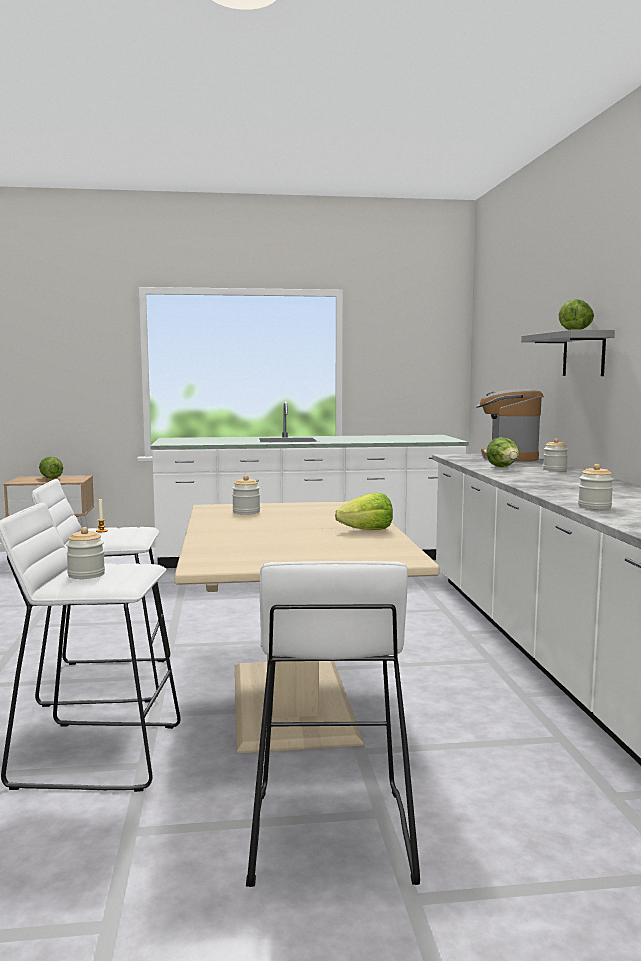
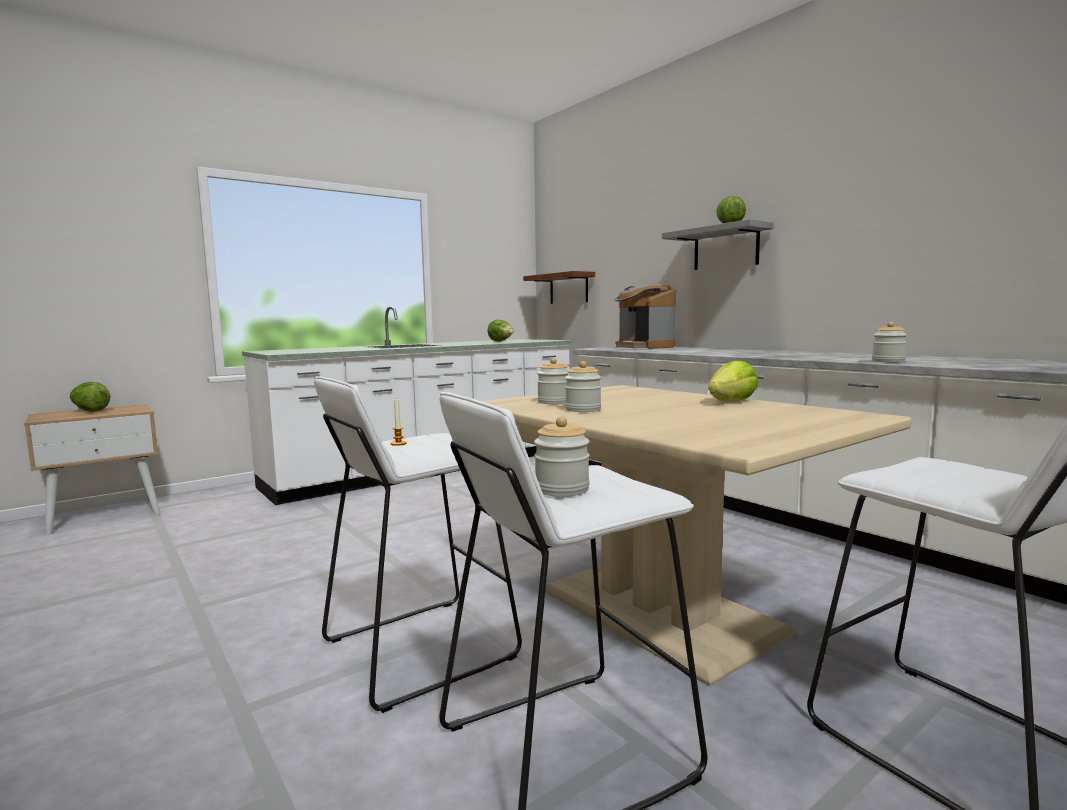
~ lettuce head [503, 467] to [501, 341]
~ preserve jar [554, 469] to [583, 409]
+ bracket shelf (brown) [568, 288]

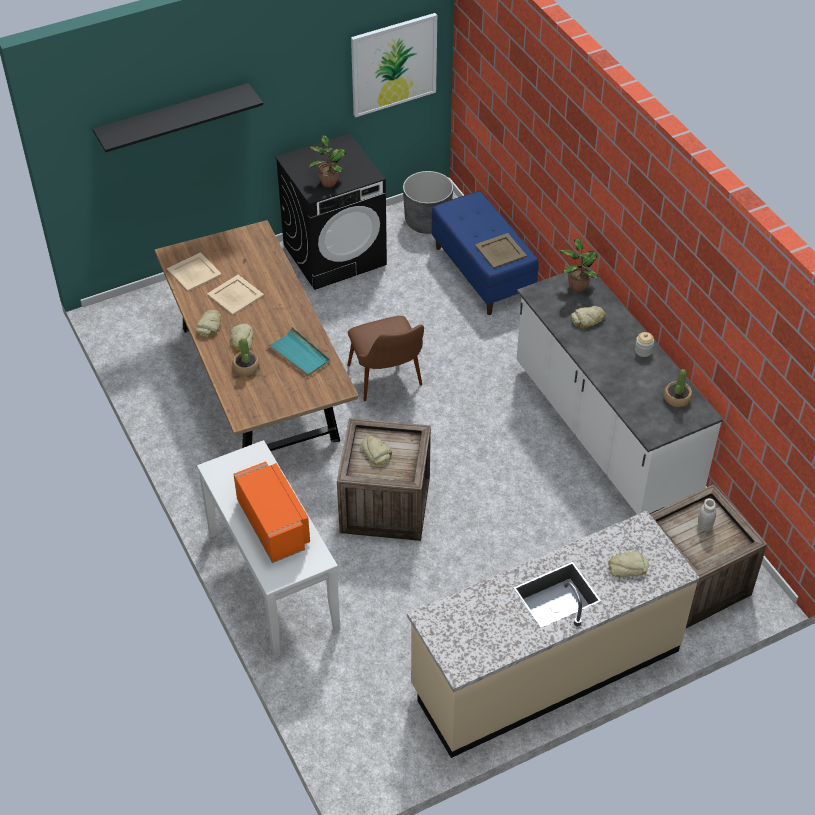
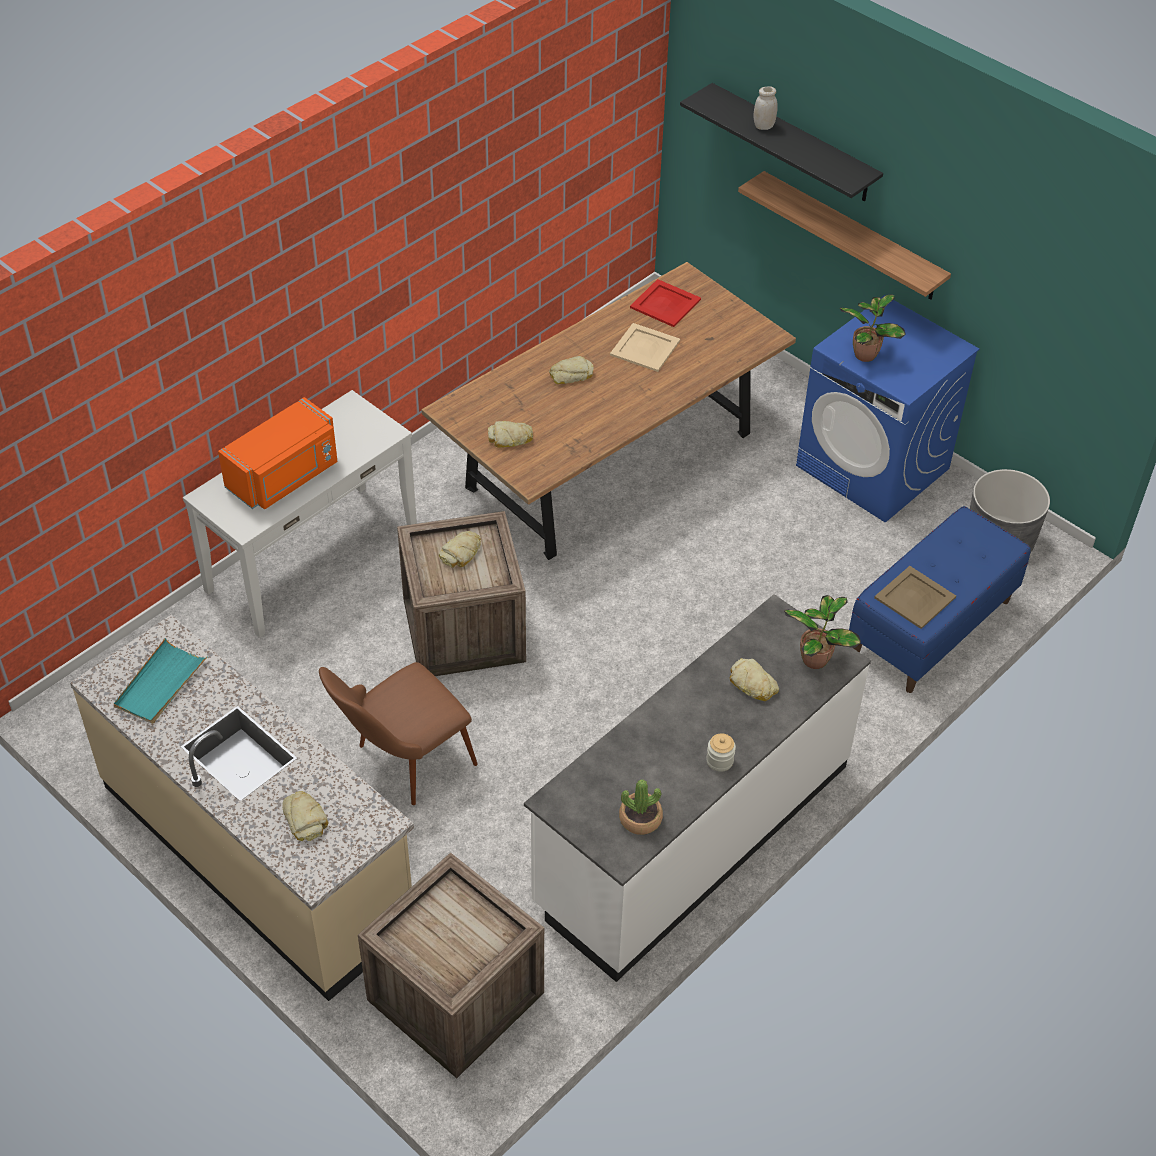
~ tray (beige) [194, 272] to tray (red-coloured) [664, 303]
~ baked bread [210, 326] to [510, 438]
- plant in a pot [246, 367]
~ tray (turquoise) [299, 354] to [160, 684]
~ laundry machine (blackish) [335, 254] to laundry machine (blue) [873, 467]
~ plain chair (brown) [389, 384] to [401, 765]
- wall picture [393, 64]
~ preserve jar (white) [704, 525] to [763, 126]
+ bracket shelf [852, 236]

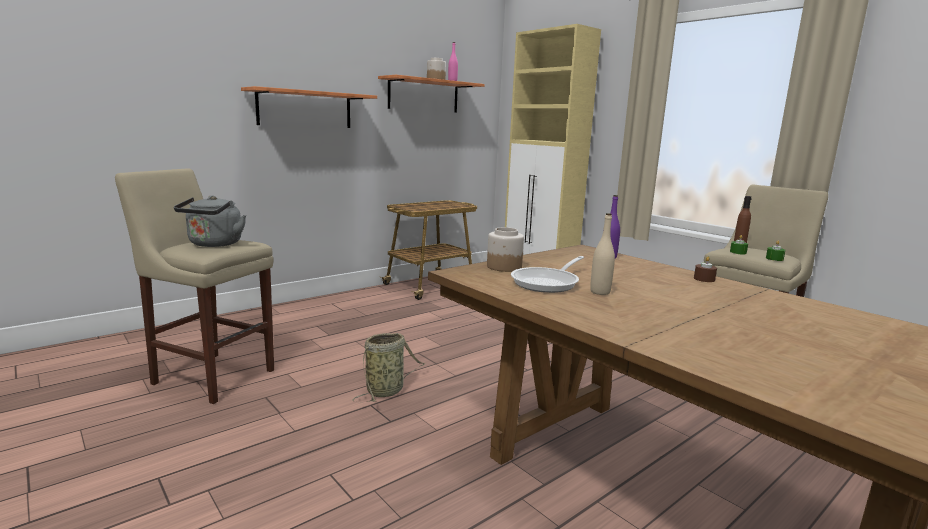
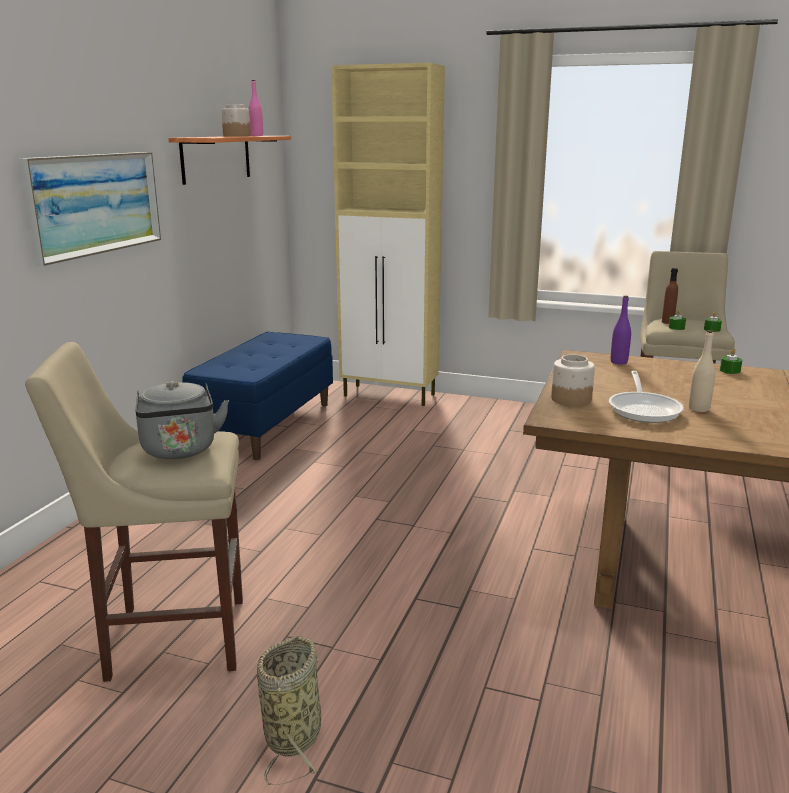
~ bracket shelf [305, 109] to wall picture [95, 204]
~ storage basket [387, 390] to [294, 733]
~ cart [430, 286] to long seat (blue) [266, 425]
~ candle (brown) [704, 279] to candle (green-coloured) [730, 371]

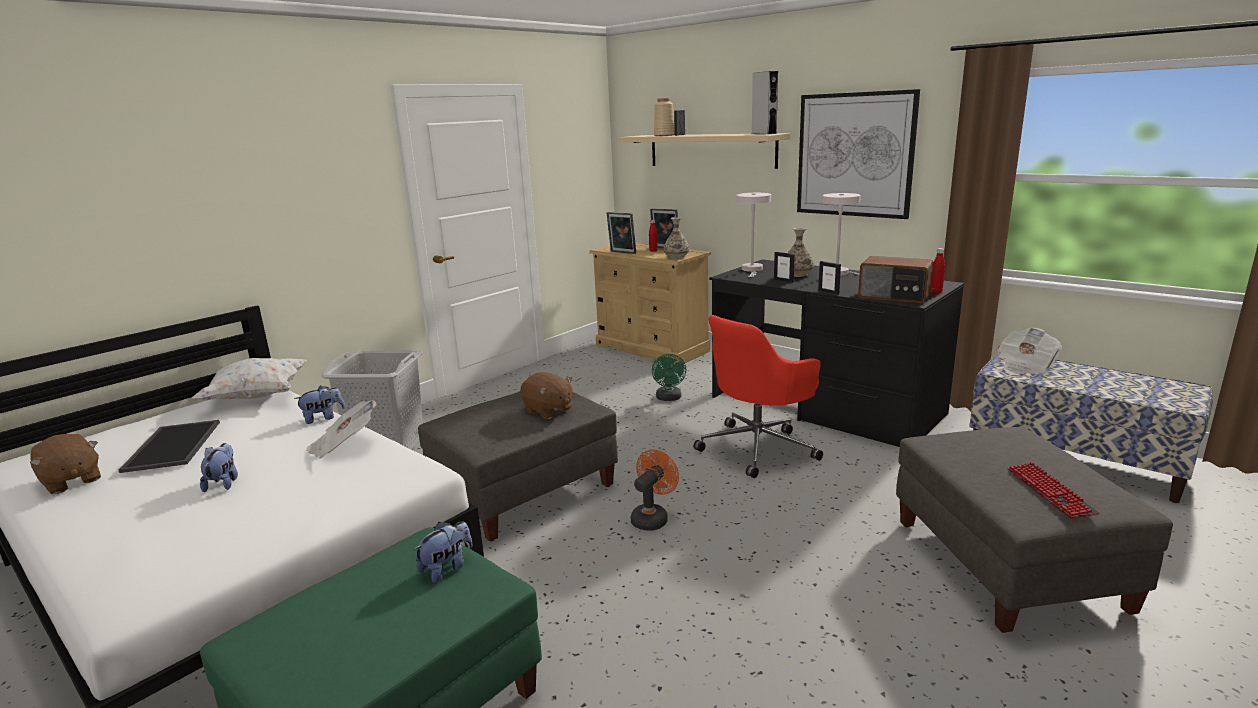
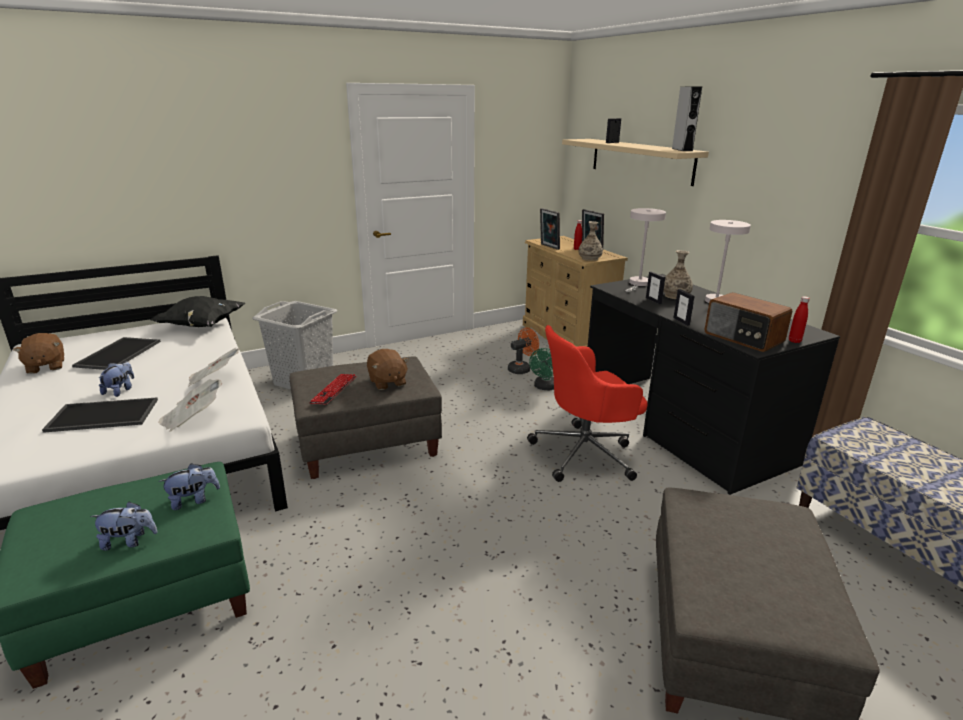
~ pillow (white) [257, 397] to pillow (blackish) [201, 326]
~ plush toy [323, 418] to [129, 541]
~ fan (orange) [652, 517] to [521, 369]
- decorative vase (beige) [664, 135]
- wall picture [854, 155]
~ printed paper [1024, 366] to [192, 419]
~ computer keyboard [1050, 491] to [334, 390]
+ tray [101, 416]

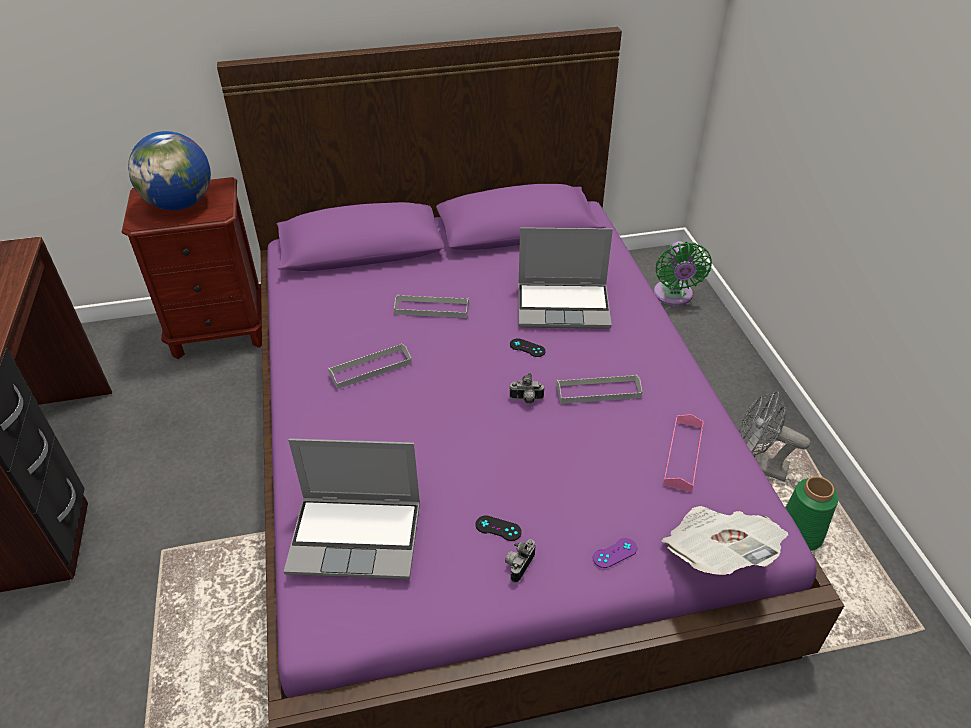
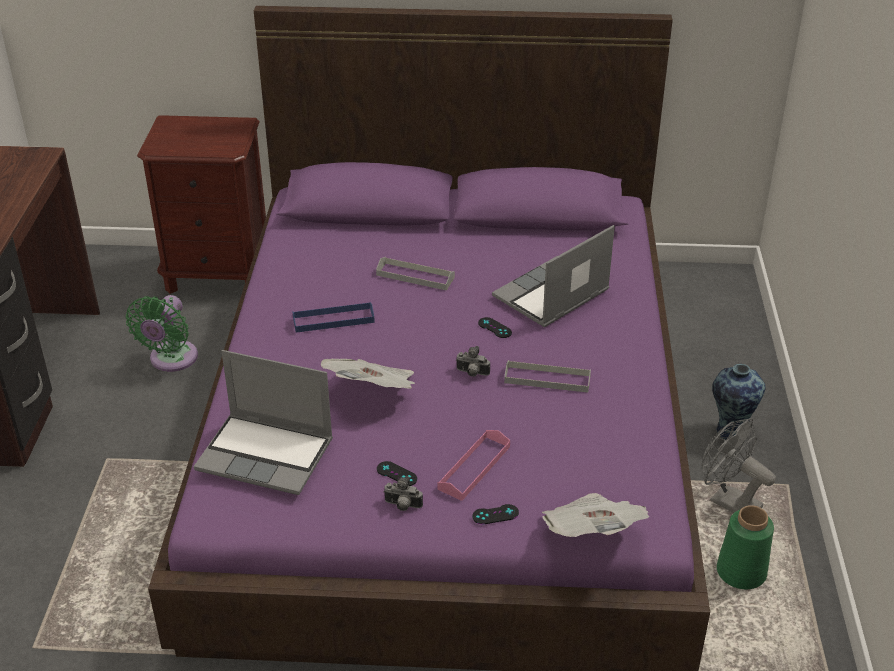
- globe [180, 204]
~ tray (gray) [370, 368] to tray (blue) [333, 320]
~ photo camera [518, 565] = [402, 506] 120 degrees counterclockwise
~ laptop [564, 306] = [551, 296] 120 degrees clockwise
~ gamepad (purple) [614, 553] to gamepad (blackish) [495, 514]
~ fan (green-coloured) [673, 296] to [171, 360]
~ tray (pink-coloured) [683, 455] to [474, 467]
+ printed paper [373, 392]
+ decorative vase [730, 430]

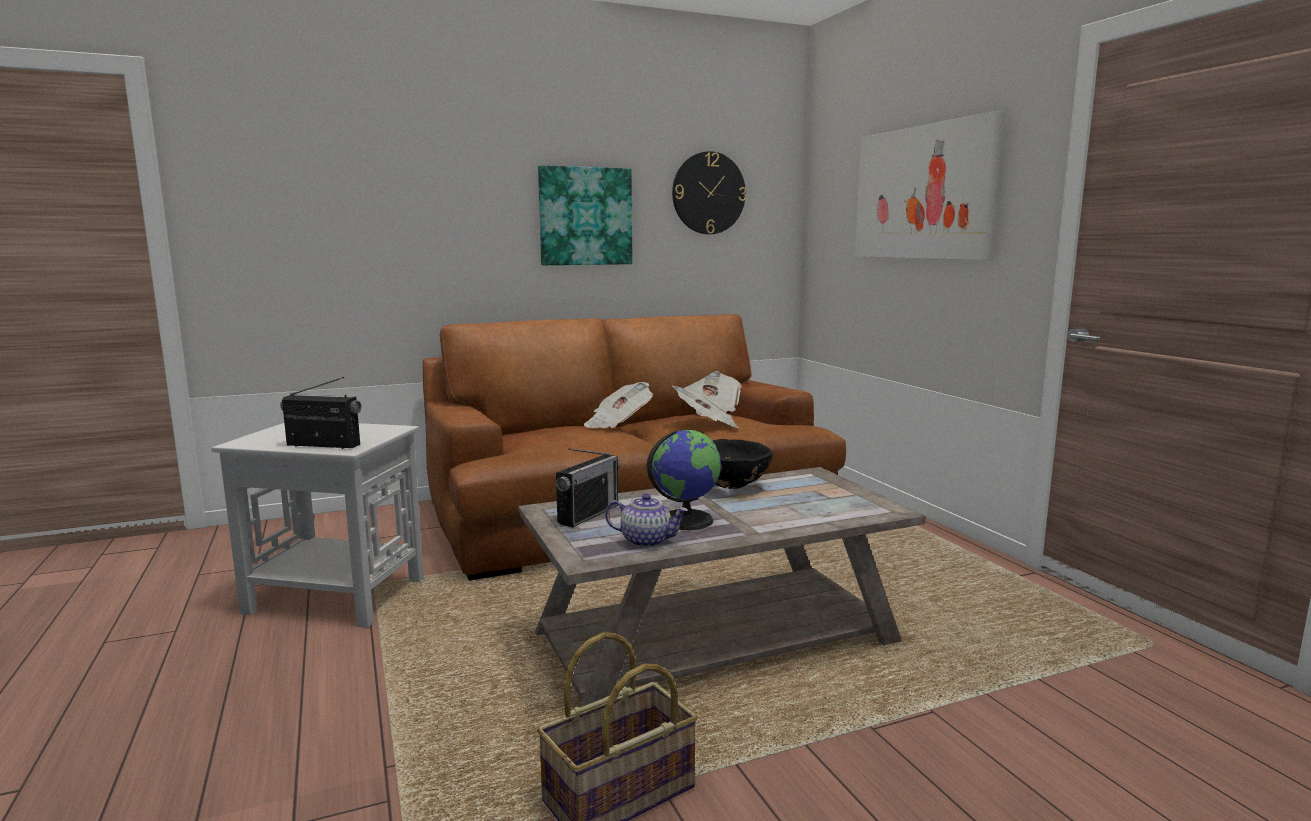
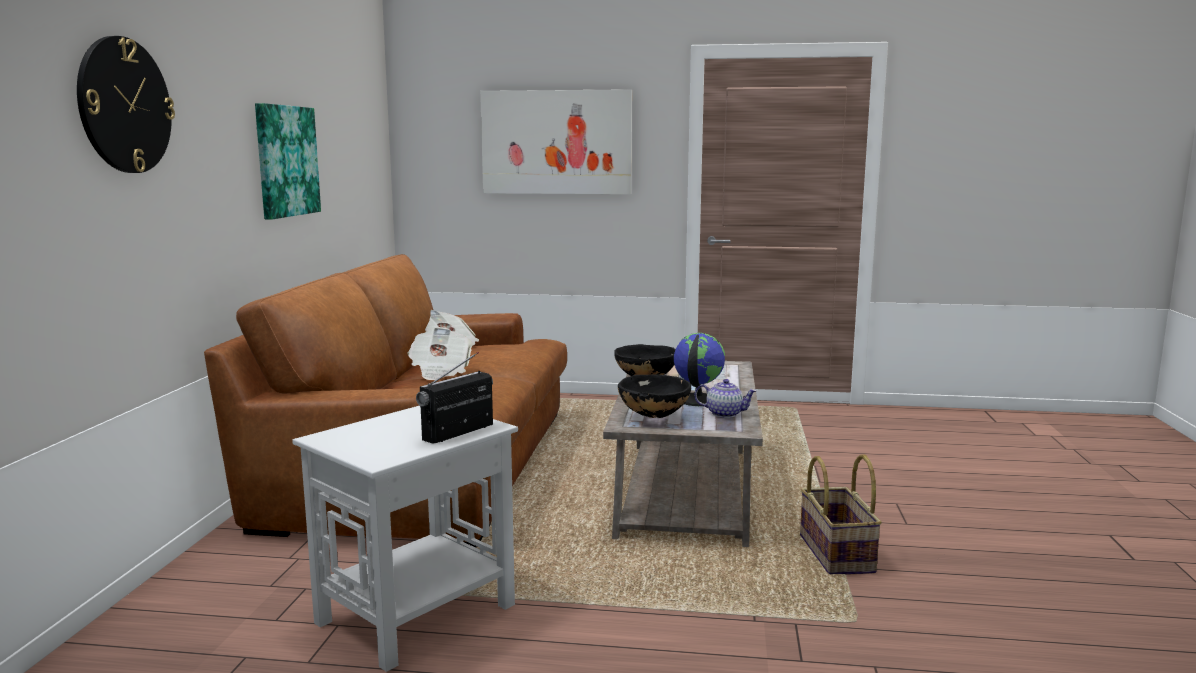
~ radio set [588, 514] to deep dish (blackish) [653, 417]
~ teapot [647, 541] = [725, 414] 60 degrees clockwise
~ clock on the wall [708, 193] to [124, 105]
- printed paper [706, 425]

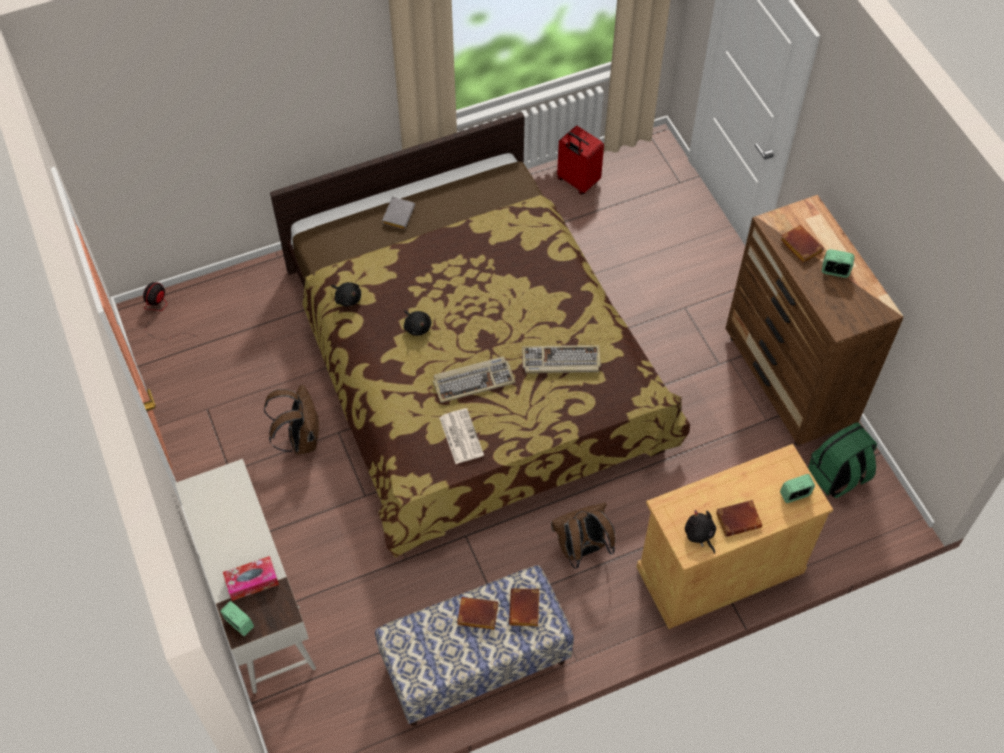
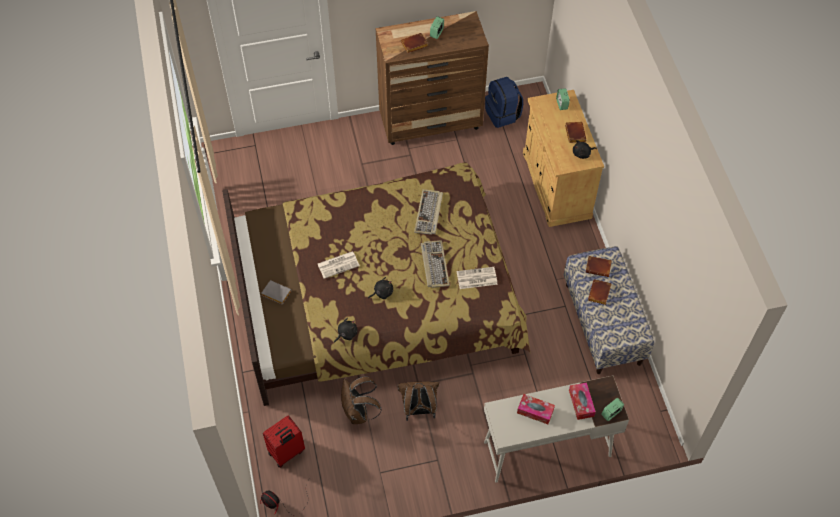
~ knapsack (brown) [581, 549] to [359, 413]
~ travel case (red-coloured) [577, 181] to [287, 453]
~ knapsack (green-coloured) [837, 476] to knapsack (blue) [503, 114]
+ printed paper [338, 264]
+ tissue box [535, 411]

